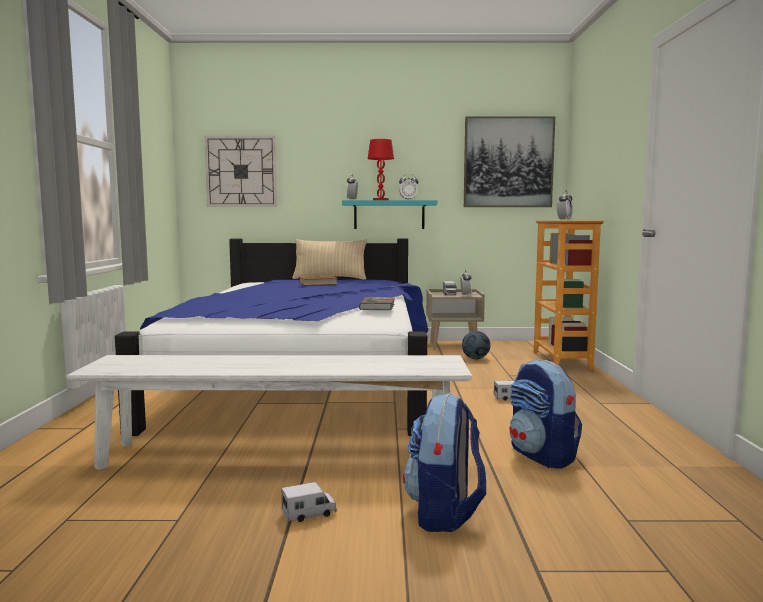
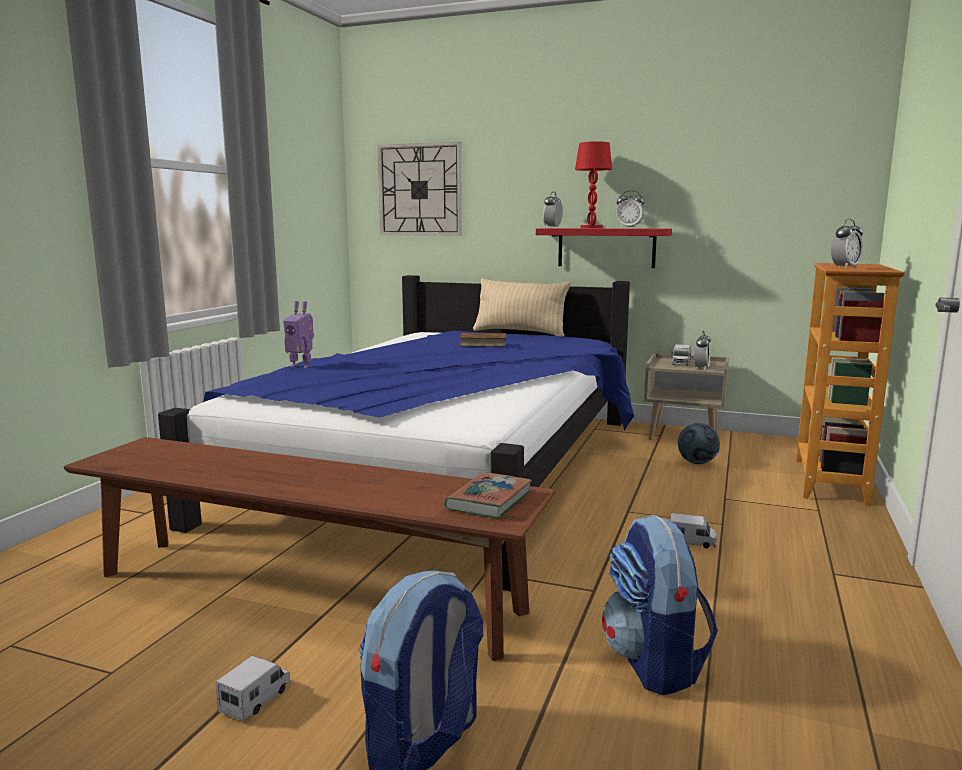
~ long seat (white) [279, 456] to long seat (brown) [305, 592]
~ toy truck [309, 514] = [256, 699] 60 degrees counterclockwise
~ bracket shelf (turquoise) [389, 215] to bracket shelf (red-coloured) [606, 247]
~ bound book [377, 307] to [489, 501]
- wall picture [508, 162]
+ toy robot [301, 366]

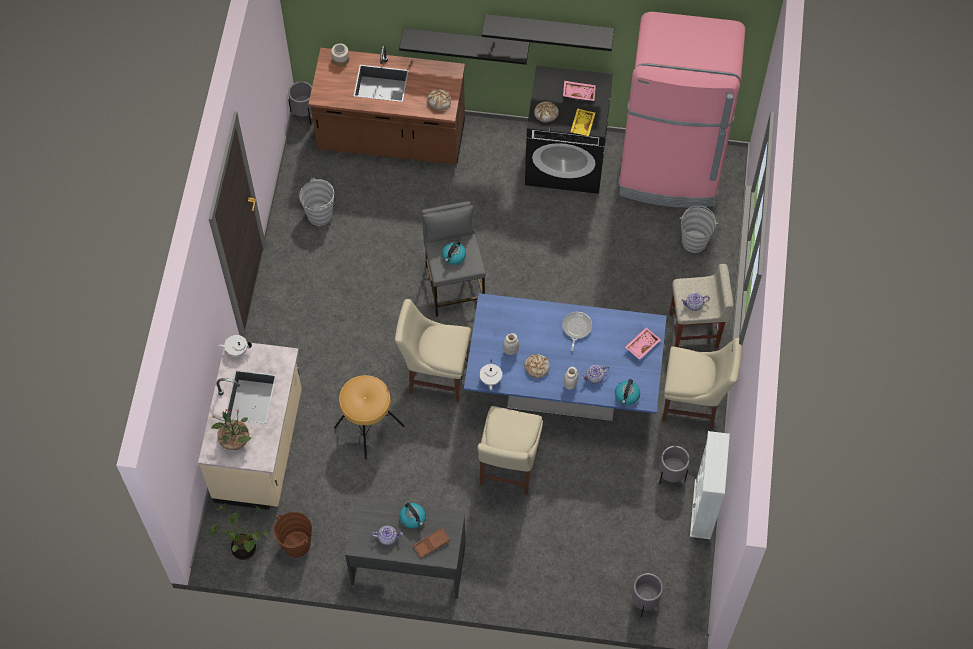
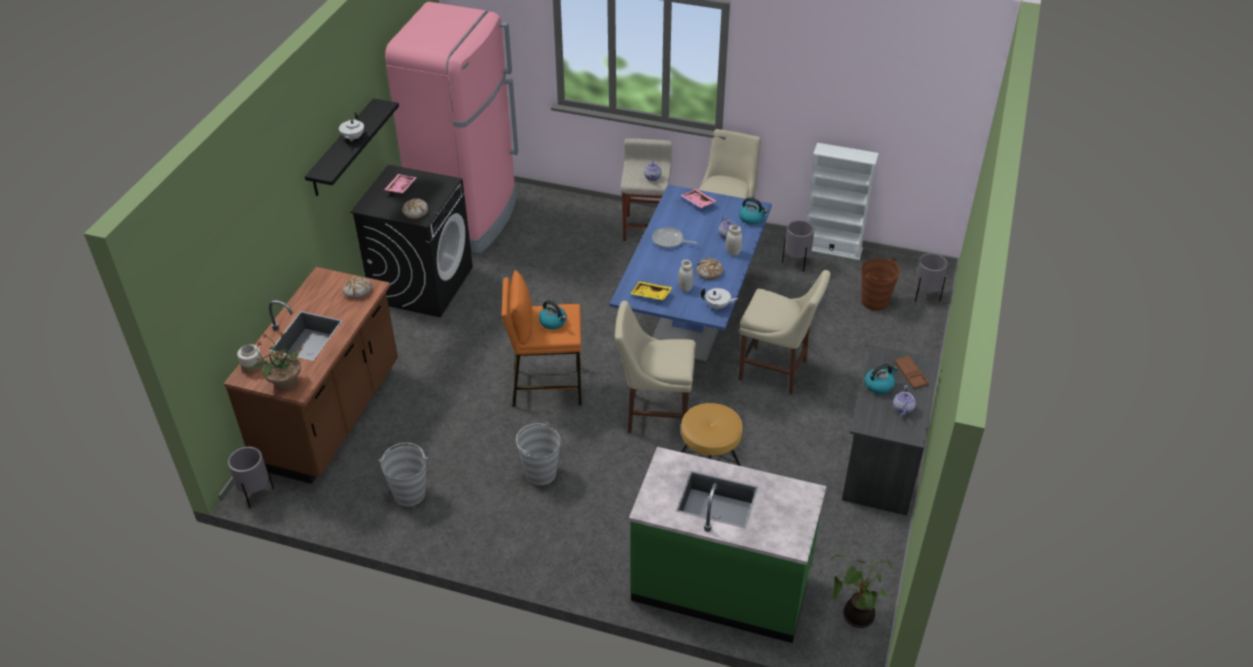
~ kitchen counter (beige) [260, 447] to kitchen counter (green-coloured) [721, 585]
~ plant in a pot [235, 440] to [284, 383]
~ teapot (white) [236, 350] to [353, 138]
~ bucket (brown) [296, 544] to [874, 302]
~ plain chair (beige) [435, 375] = [654, 414] 75 degrees clockwise
- bracket shelf (blackish) [466, 42]
~ sitting stool (gray) [454, 286] to sitting stool (orange) [546, 386]
~ tray (yellow) [582, 124] to [650, 295]
~ bucket (gray) [694, 241] to [540, 473]

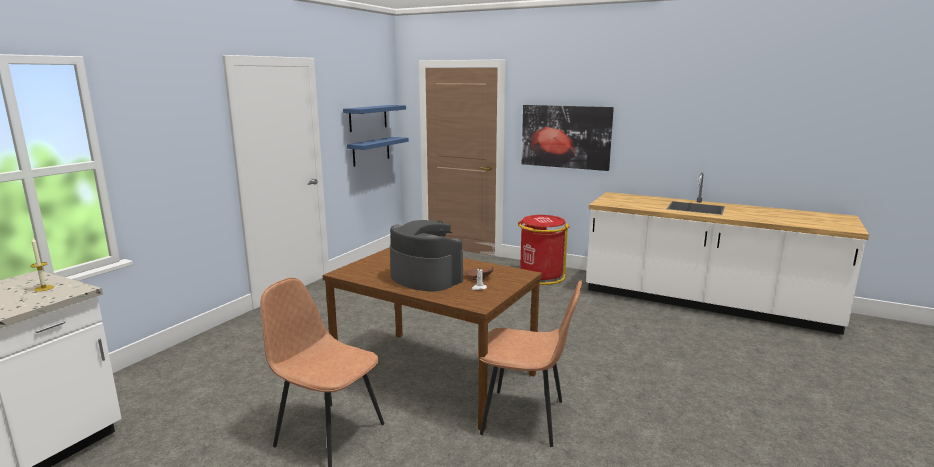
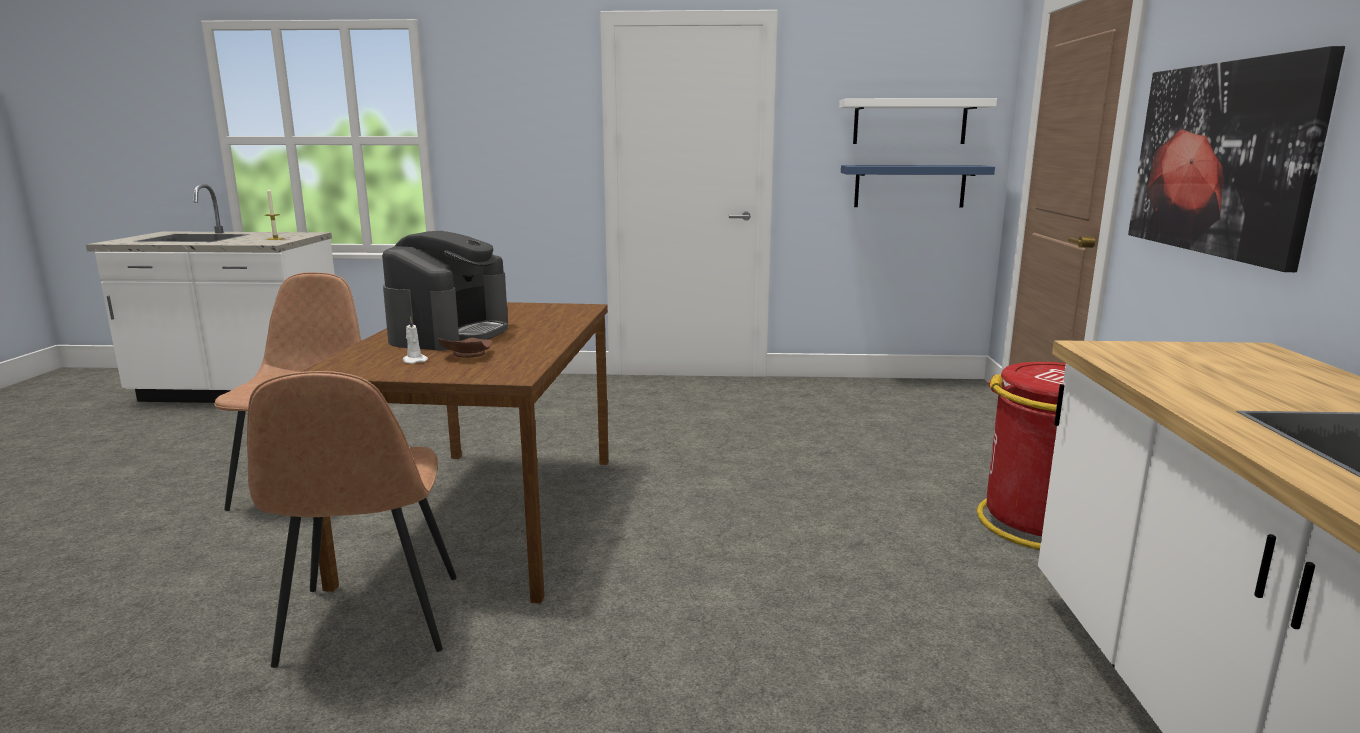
~ bracket shelf (blue) [368, 118] to bracket shelf (white) [909, 122]

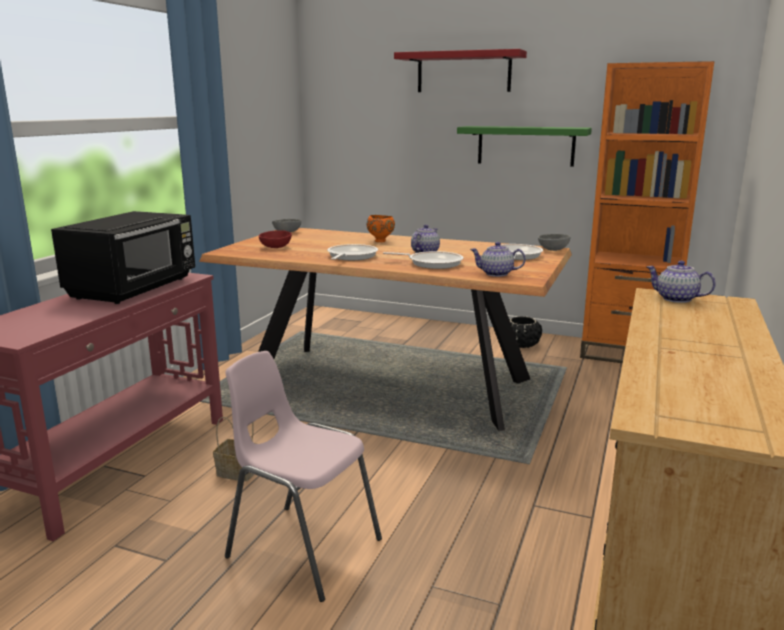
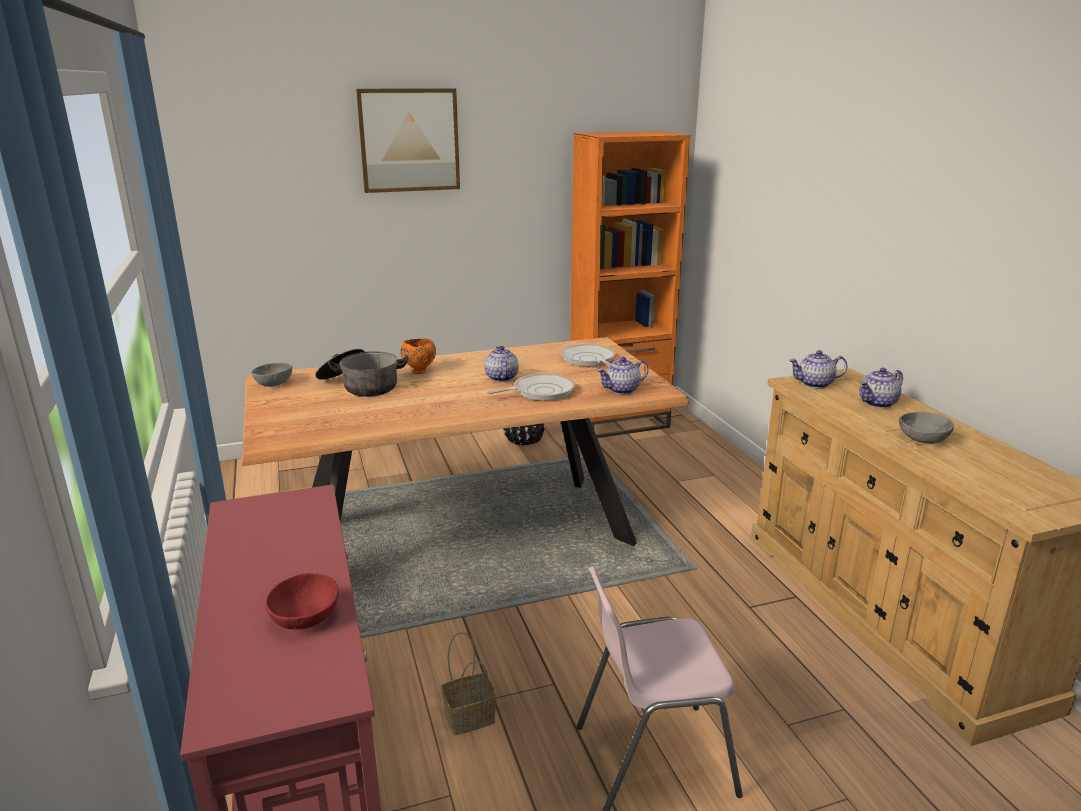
- microwave (blackish) [135, 288]
~ deep dish (red-coloured) [276, 247] to [306, 619]
- skillet [350, 256]
~ bracket shelf (red-coloured) [463, 72] to wall picture [409, 140]
- bracket shelf (green-coloured) [525, 145]
~ deep dish (gray) [552, 249] to [922, 440]
+ saucepot [360, 386]
+ teapot [878, 403]

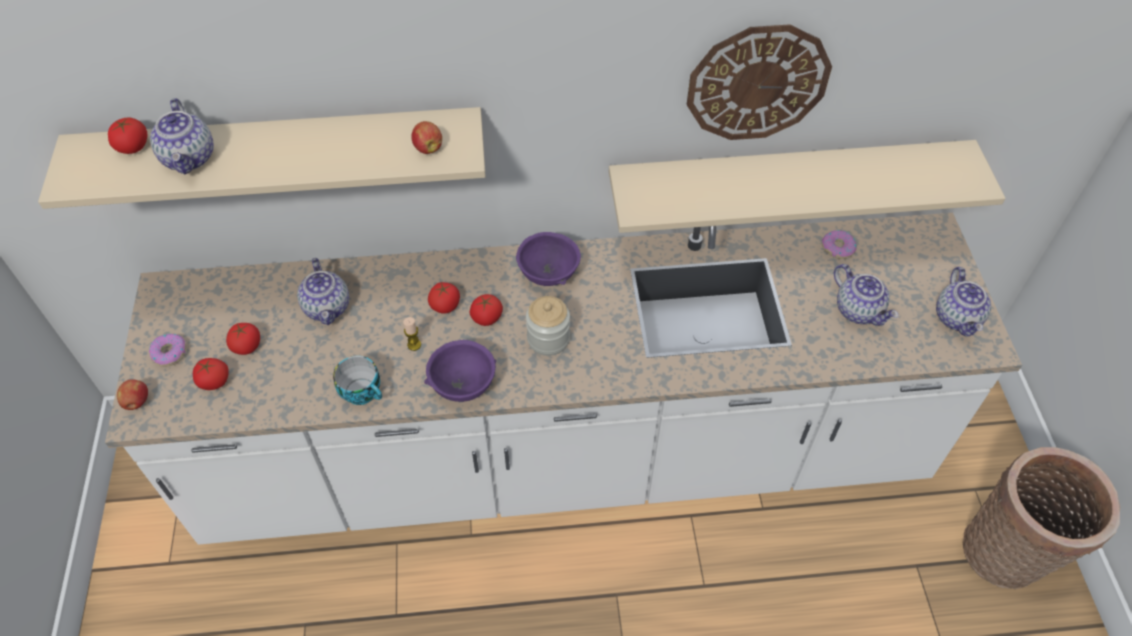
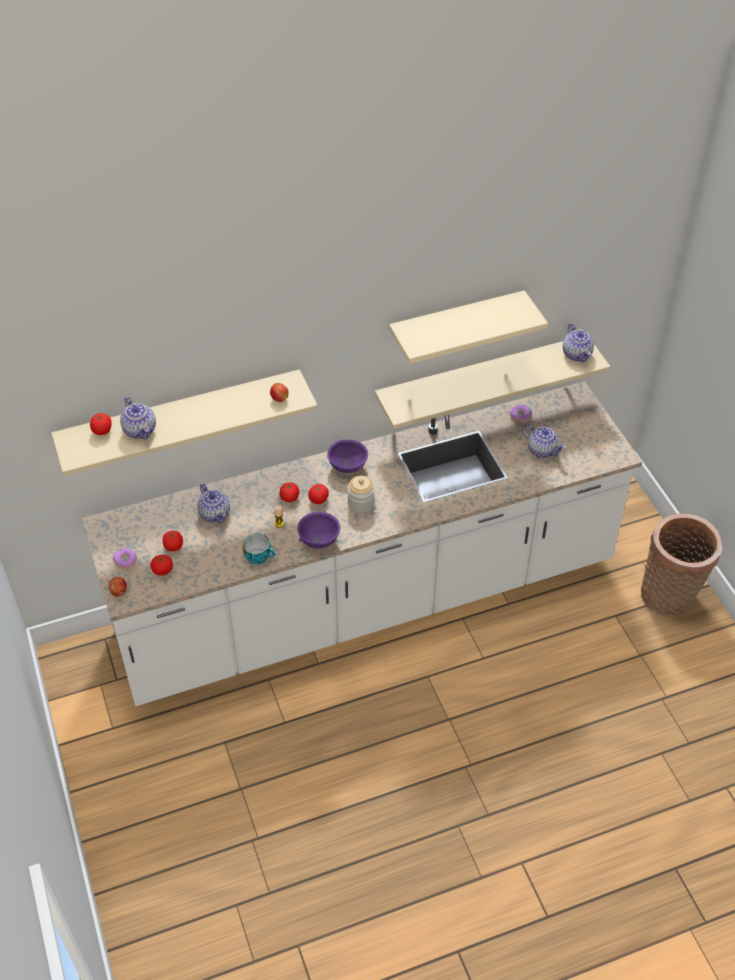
~ clock on the wall [757, 83] to bracket shelf (beige) [456, 326]
~ teapot [958, 318] to [577, 354]

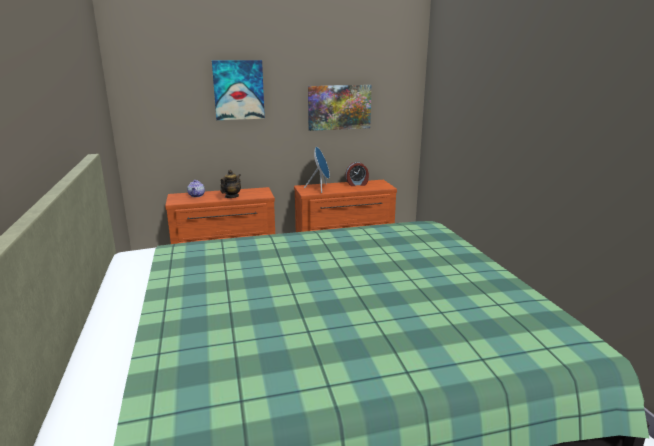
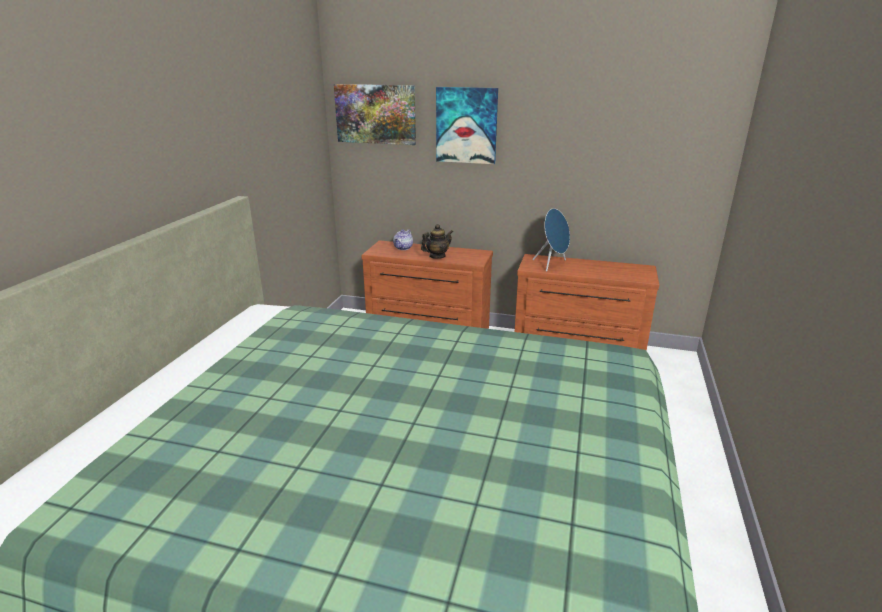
~ wall picture [339, 107] to [376, 114]
- bedside clock [357, 184]

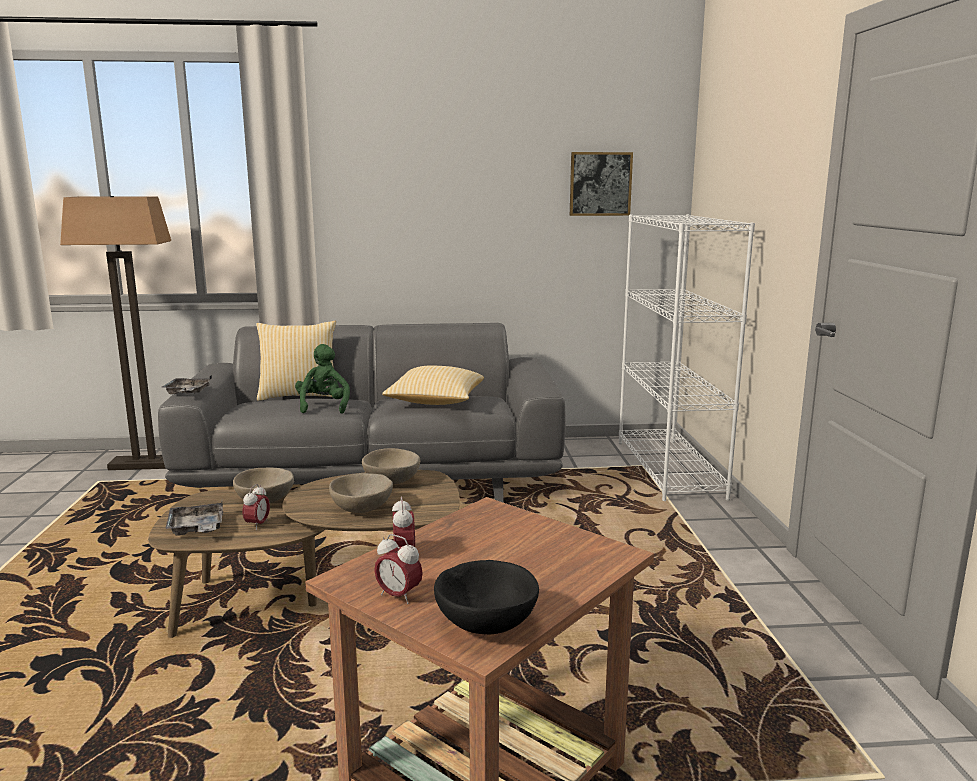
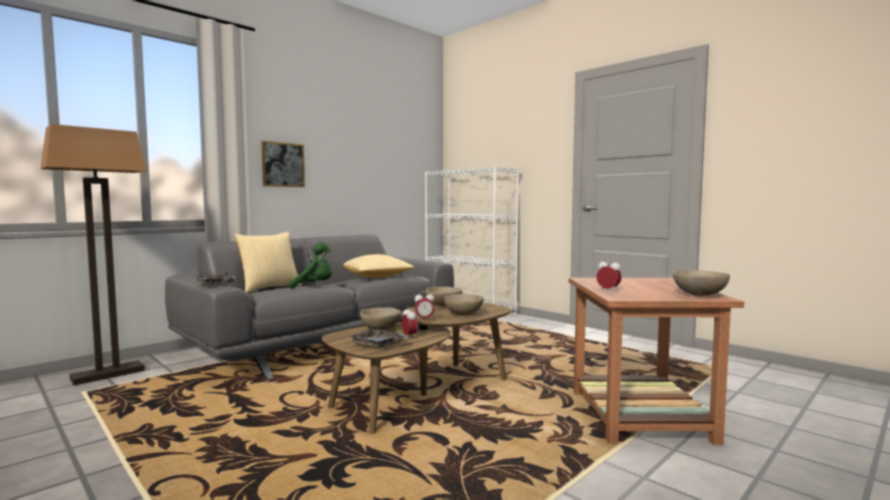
~ plush toy (green-coloured) [323, 406] = [314, 286] 135 degrees clockwise
~ bedside clock [398, 596] to [424, 319]
~ deep dish (blackish) [487, 623] to deep dish (beige) [700, 294]
~ wall picture [600, 184] to [283, 165]

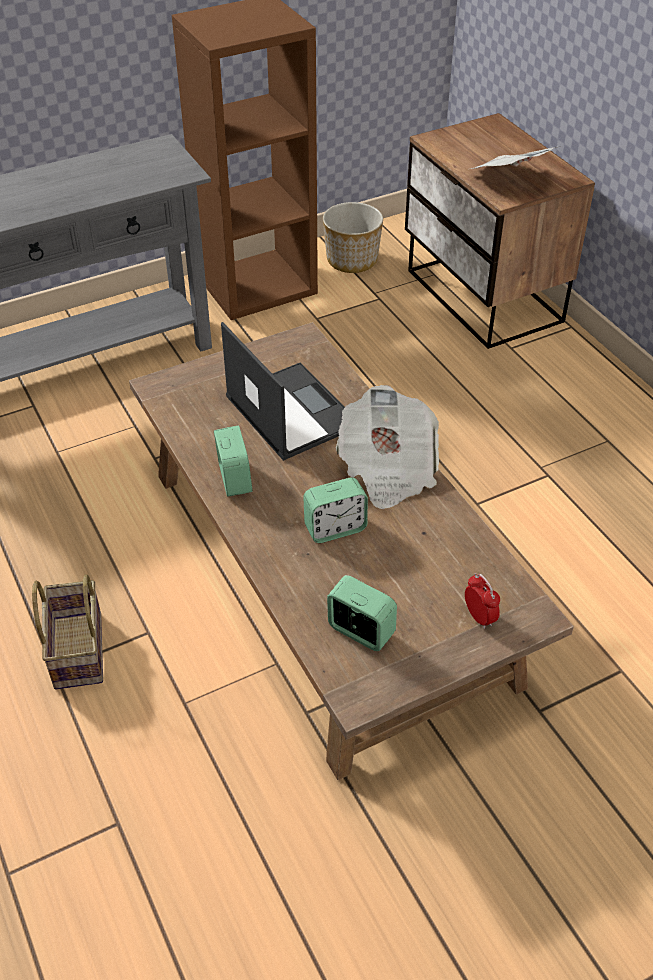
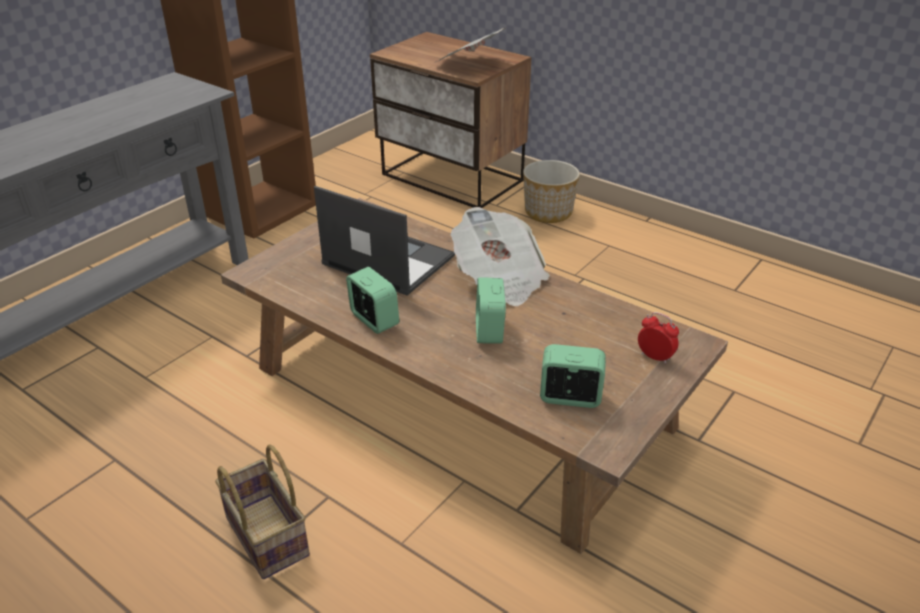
~ bedside clock [335, 528] = [489, 330] 135 degrees clockwise
~ planter [352, 260] to [548, 212]

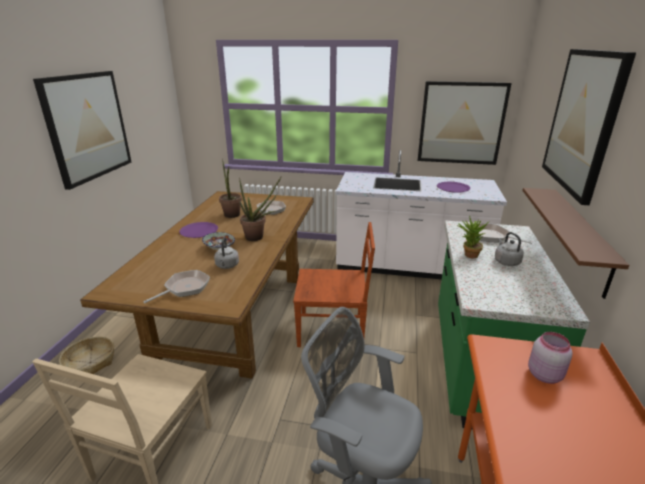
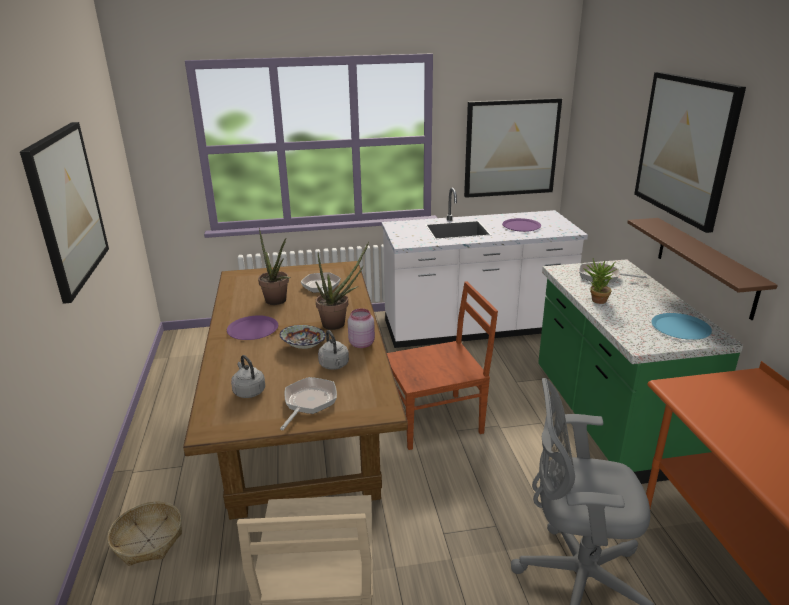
~ tea kettle (gray) [506, 261] to [248, 391]
~ preserve jar (pink-coloured) [544, 374] to [362, 343]
+ flat dish (blue) [680, 327]

